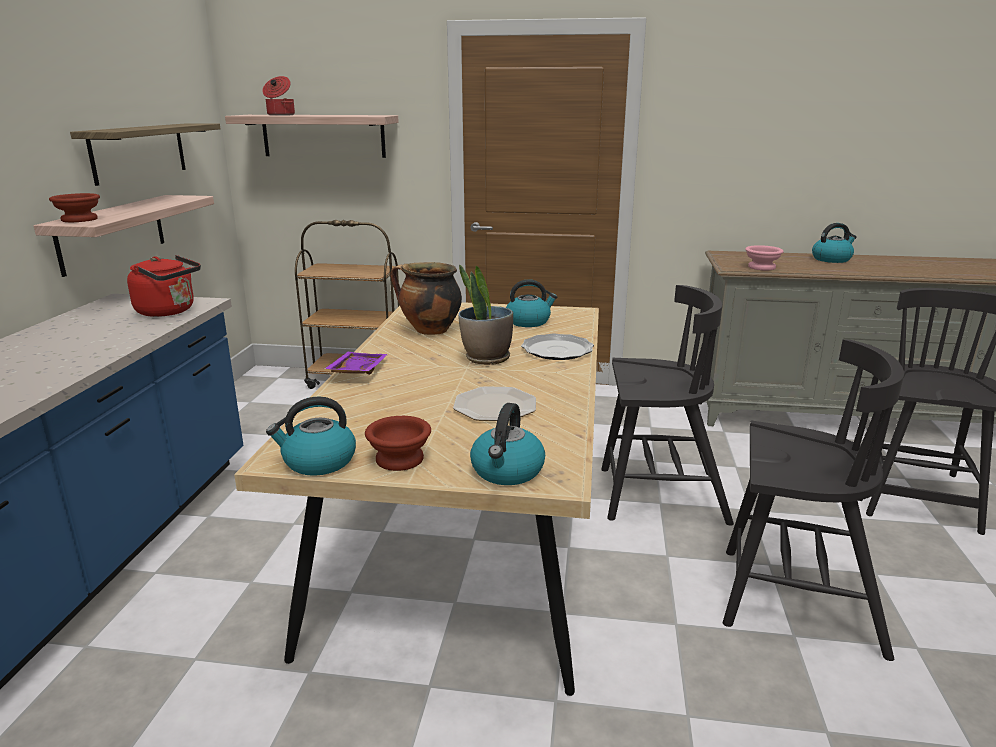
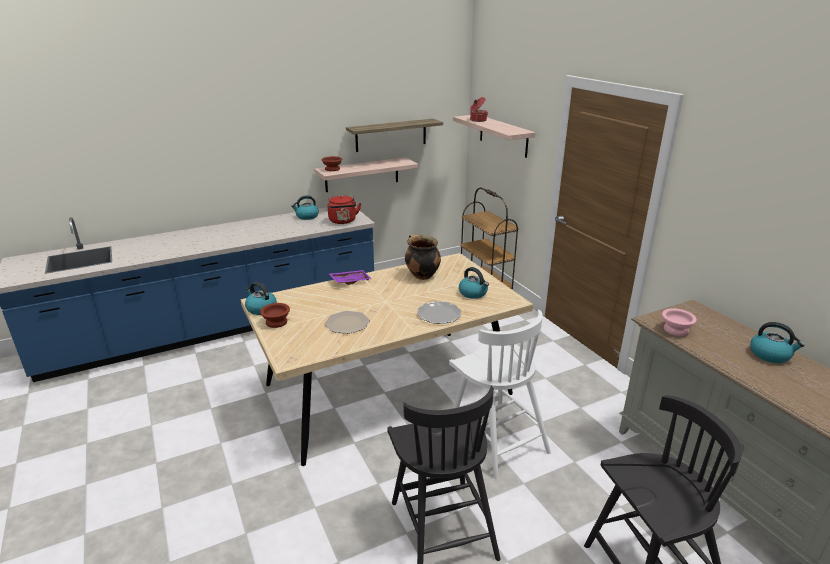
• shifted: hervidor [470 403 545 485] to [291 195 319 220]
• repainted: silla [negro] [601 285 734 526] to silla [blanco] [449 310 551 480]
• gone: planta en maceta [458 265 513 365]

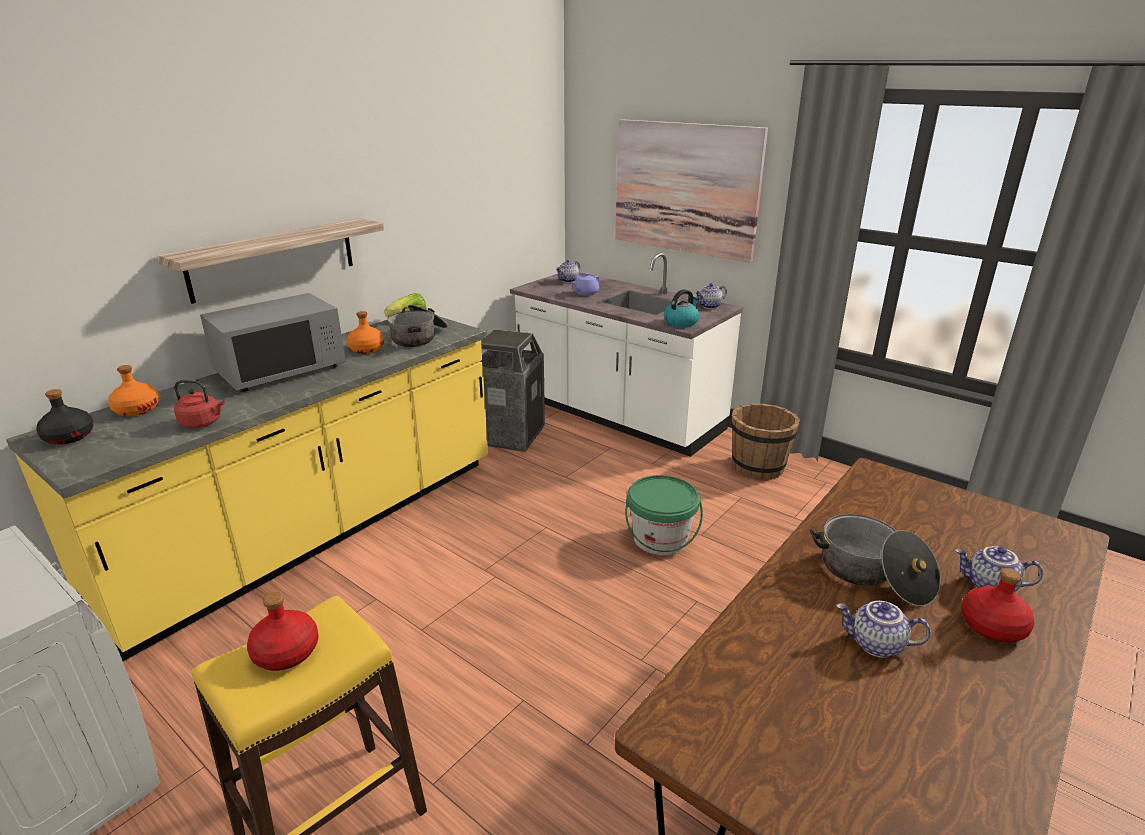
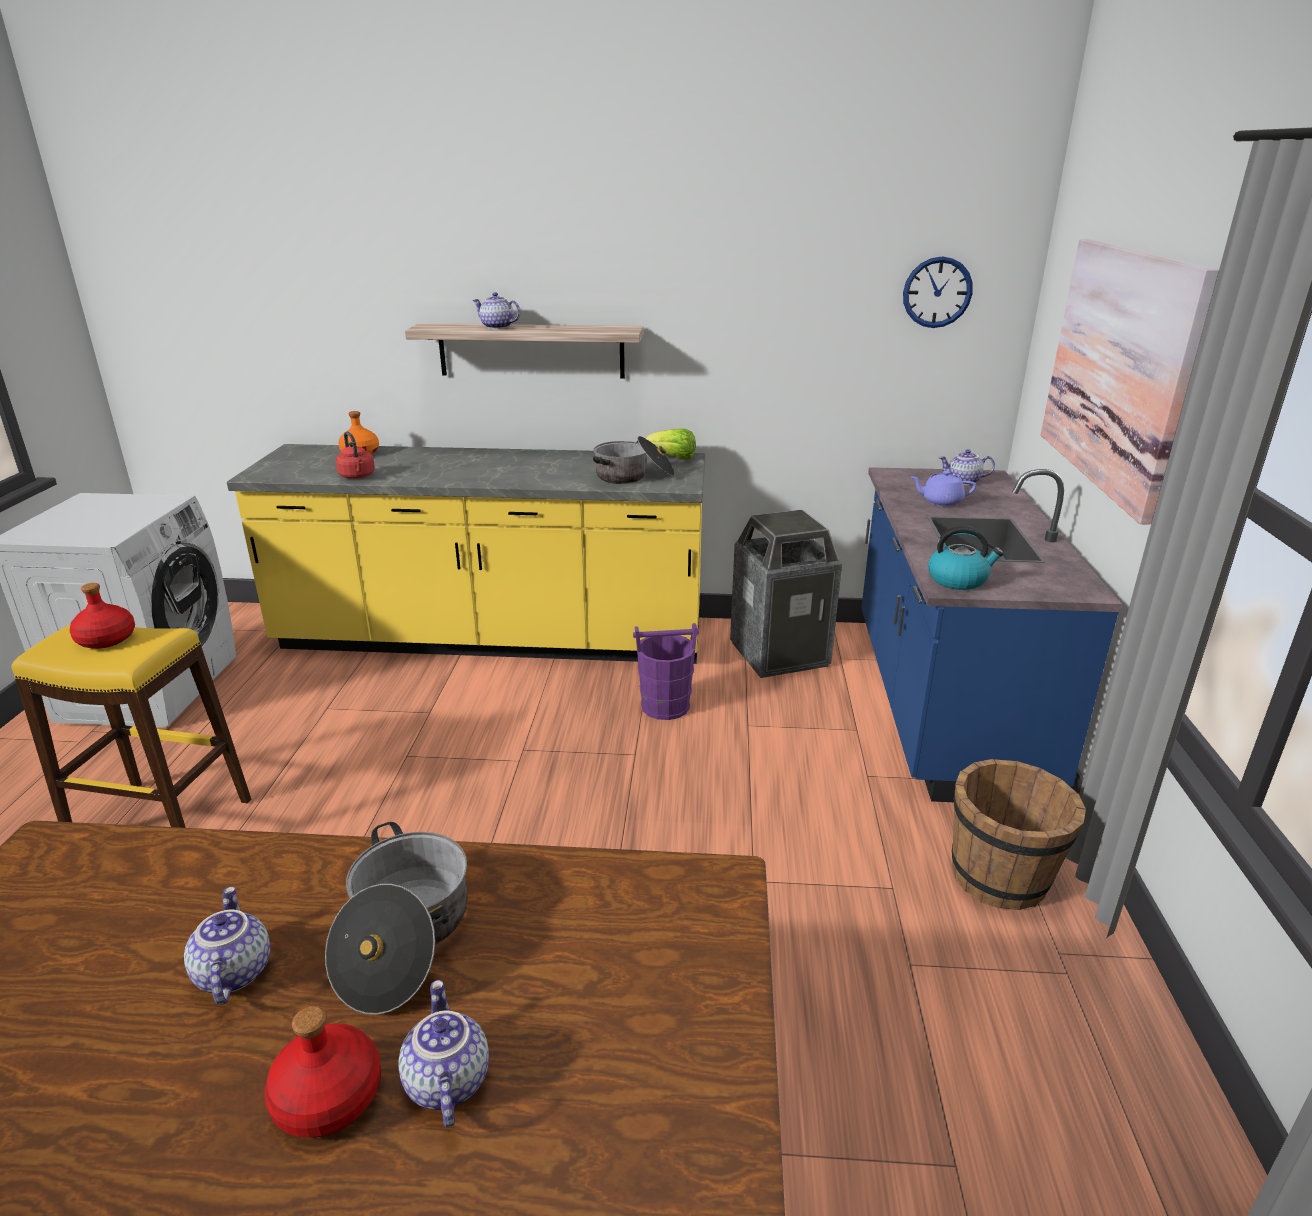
• shifted: tetera [695 283 727 309] to [473 292 520 329]
• new: cubo [morado] [633 623 699 720]
• repainted: mueble bajo de cocina [blanco] [510 253 743 457] to mueble bajo de cocina [azul] [861 467 1122 802]
• new: reloj de pared [903 256 973 328]
• gone: botella [negro] [36 389 94 445]
• gone: microondas [gris] [200 293 346 392]
• gone: botella [naranja] [347 311 384 354]
• gone: cubo [verde] [625 475 703 555]

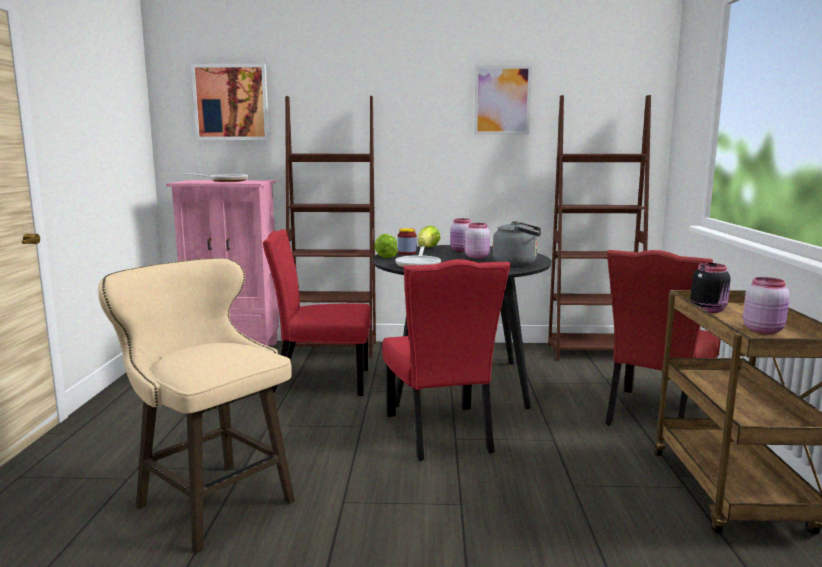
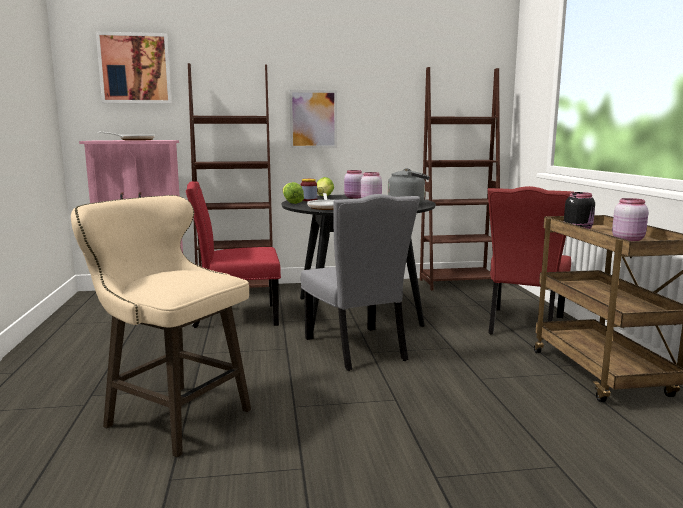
• shifted: cuadro [474 65 532 135] to [289 90 337 148]
• repainted: silla [rojo] [382 259 510 461] to silla [gris] [301 194 420 371]

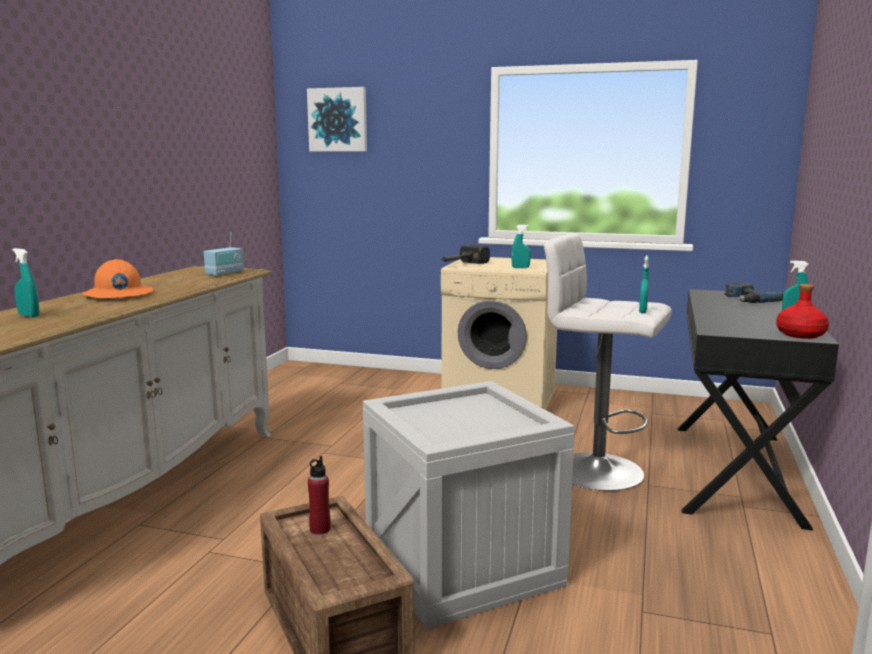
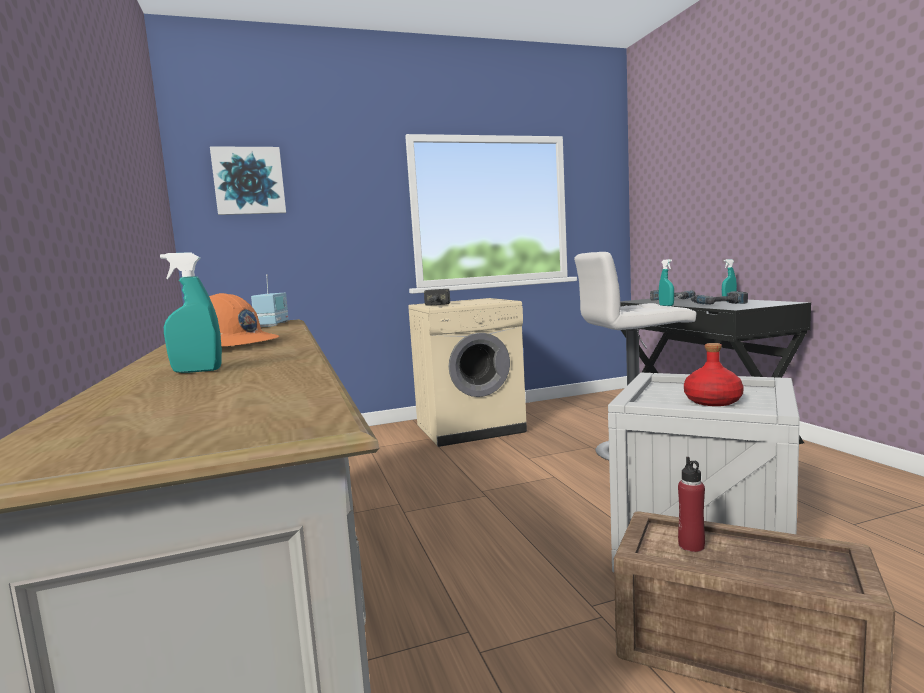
• shifted: botella [rojo] [776 284 829 339] to [684 343 744 406]
• new: taladro [691 291 748 305]
• gone: pulverizador [turquesa] [511 225 531 268]

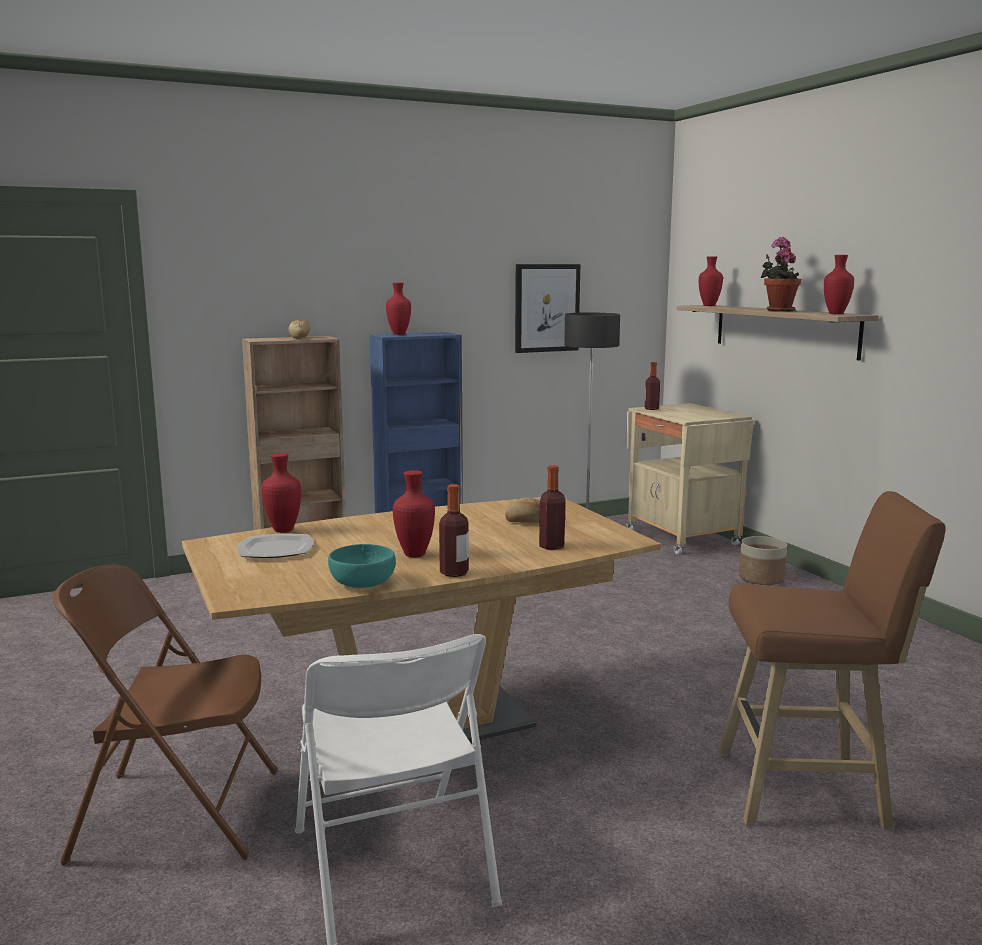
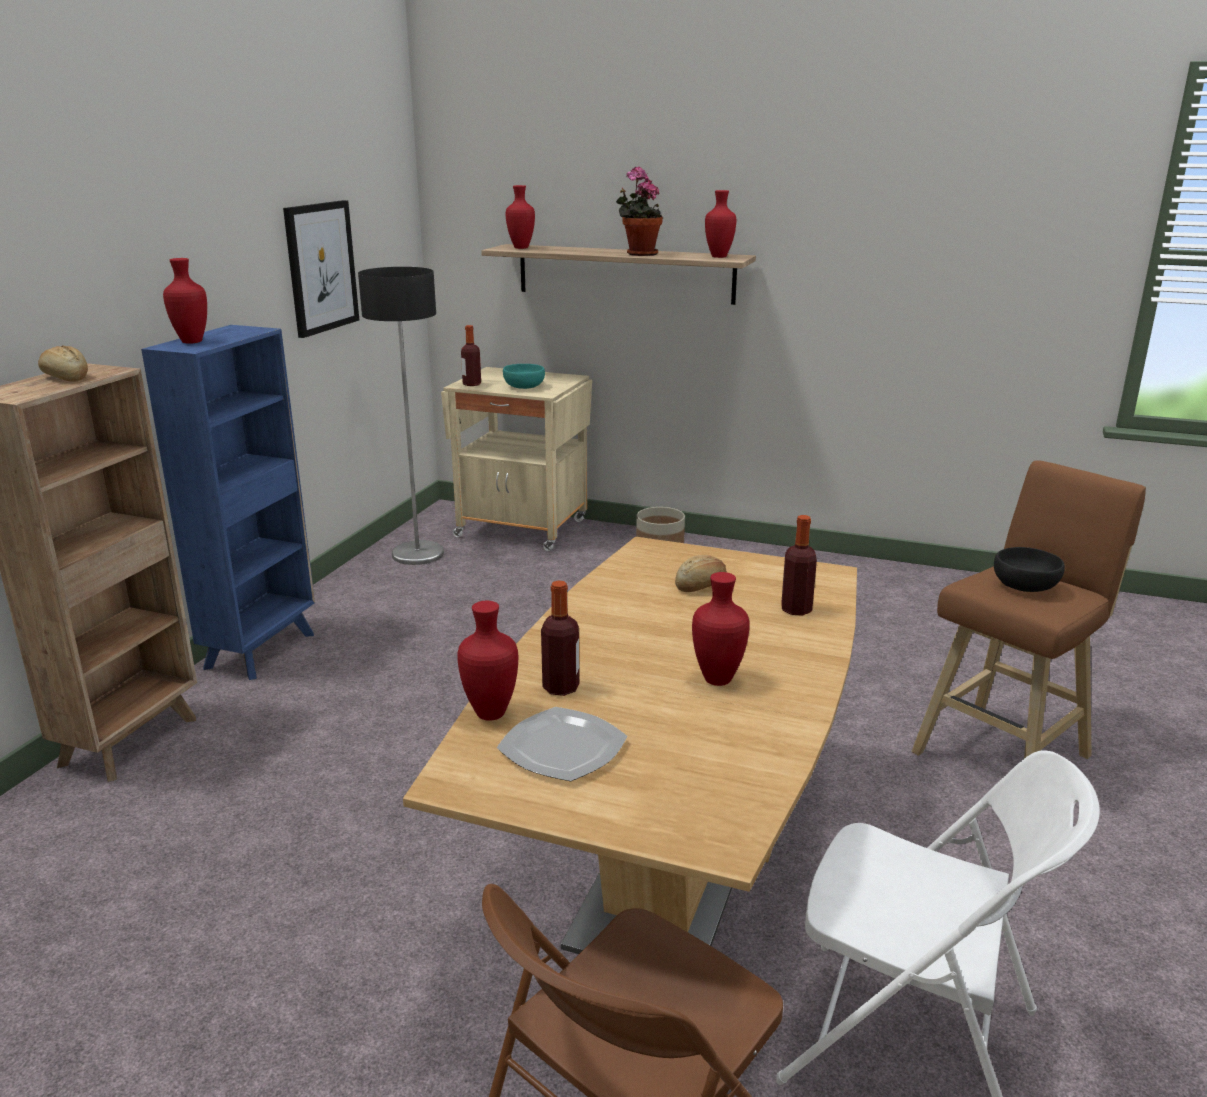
• shifted: cuenco [turquesa] [328 544 396 588] to [503 364 545 389]
• shifted: botella [439 484 469 577] to [541 581 579 696]
• new: cuenco [negro] [994 547 1065 592]

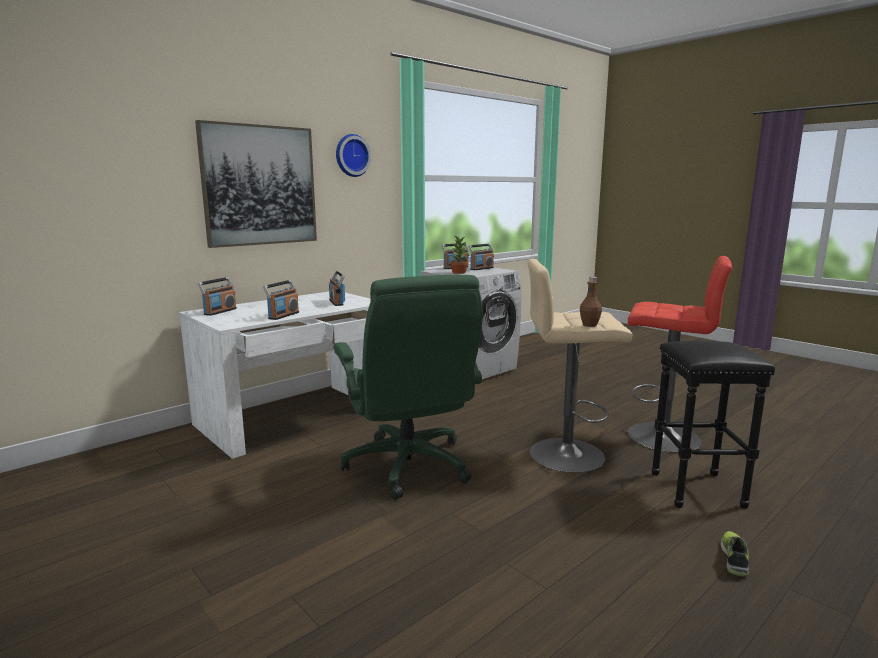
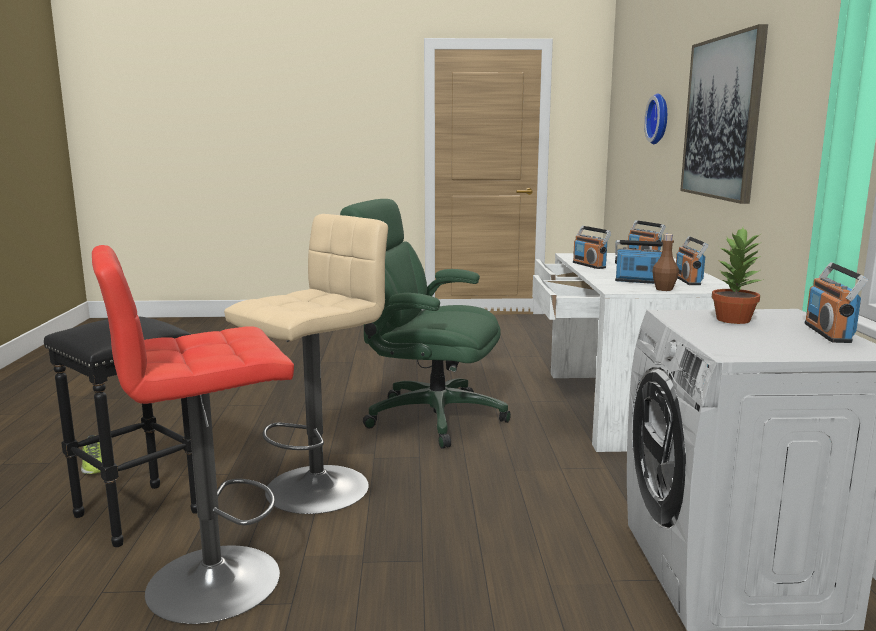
• shifted: reloj de pared [336 134 371 177] to [644 93 667 144]
• shifted: botella [marrón] [580 277 602 327] to [652 234 679 291]
• shifted: radio [469 244 494 270] to [676 236 709 285]

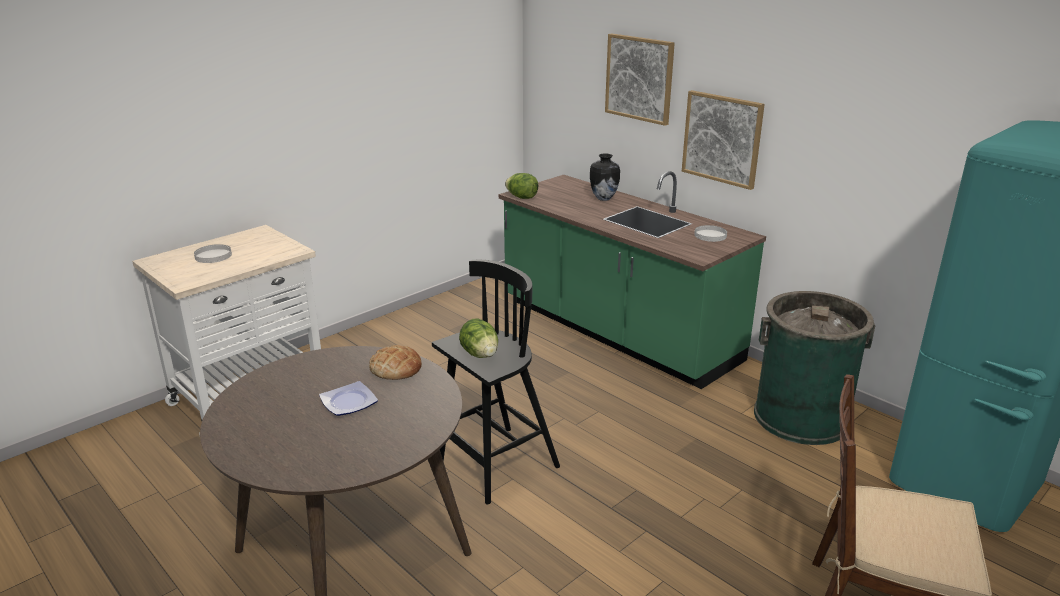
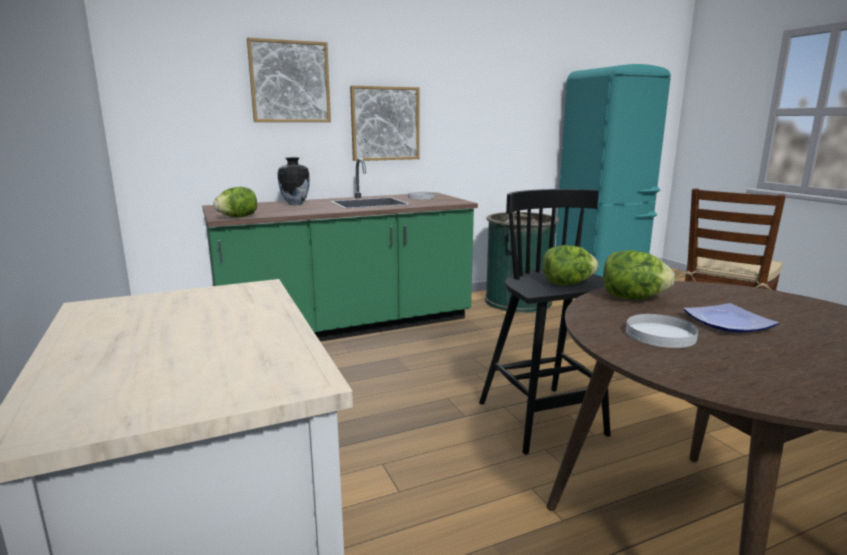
• swapped: pan [369 345 422 380] to lechuga [603 250 675 299]
• shifted: plato [blanco] [194 244 232 263] to [626 314 698 348]

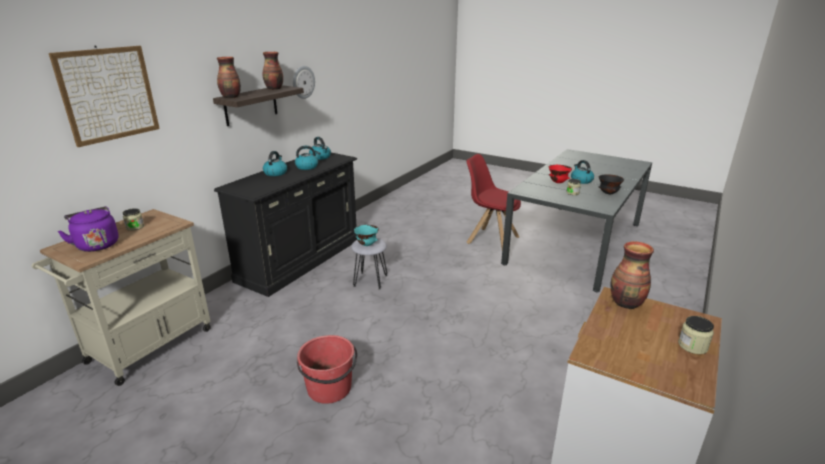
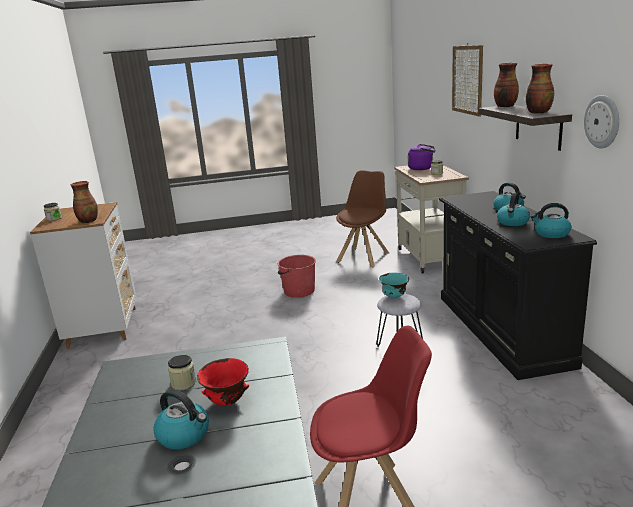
• new: silla [marrón] [336 170 389 267]
• gone: cuenco [negro] [598 175 624 194]

